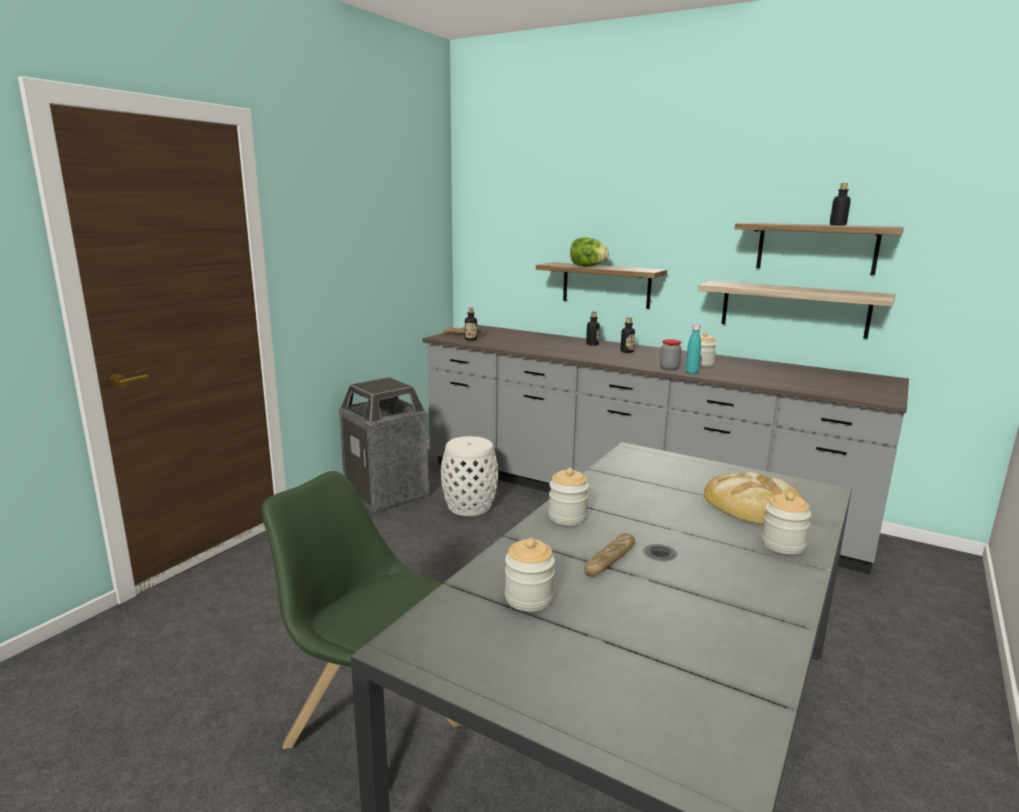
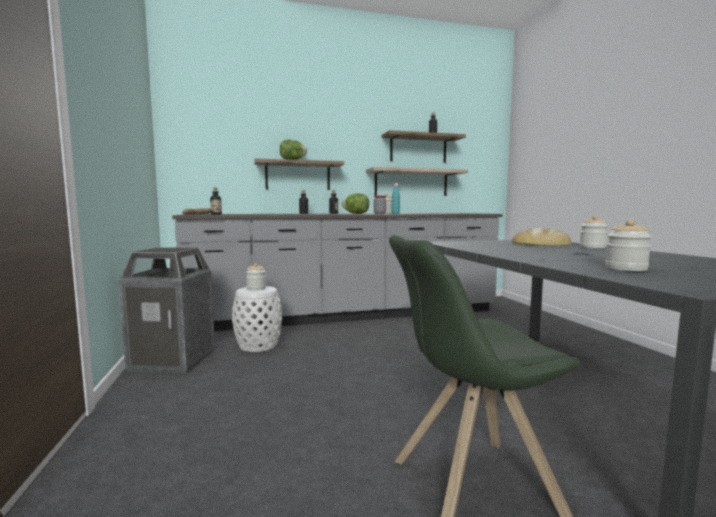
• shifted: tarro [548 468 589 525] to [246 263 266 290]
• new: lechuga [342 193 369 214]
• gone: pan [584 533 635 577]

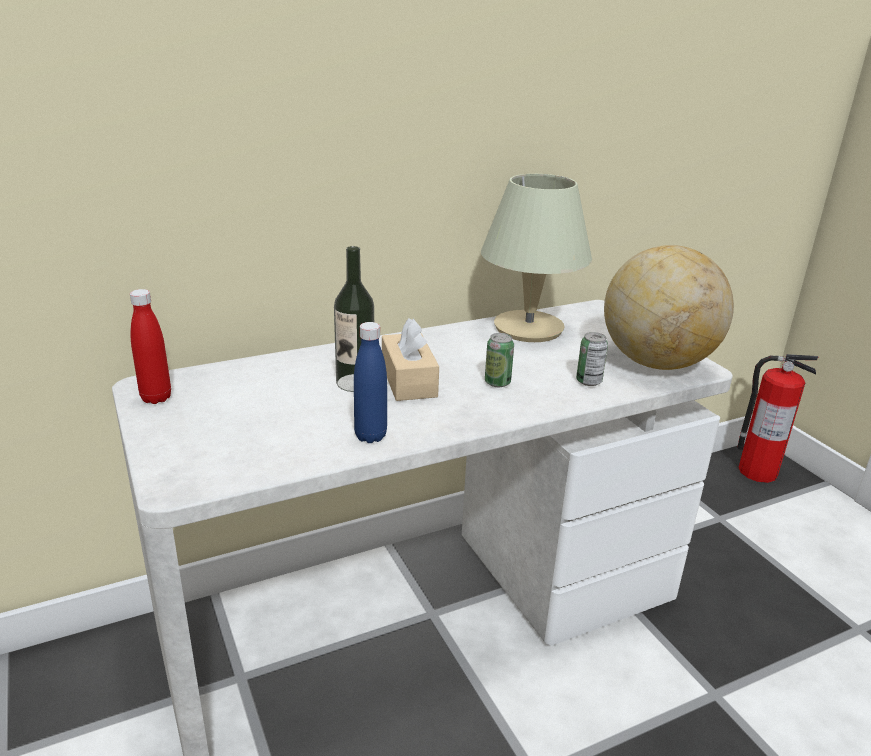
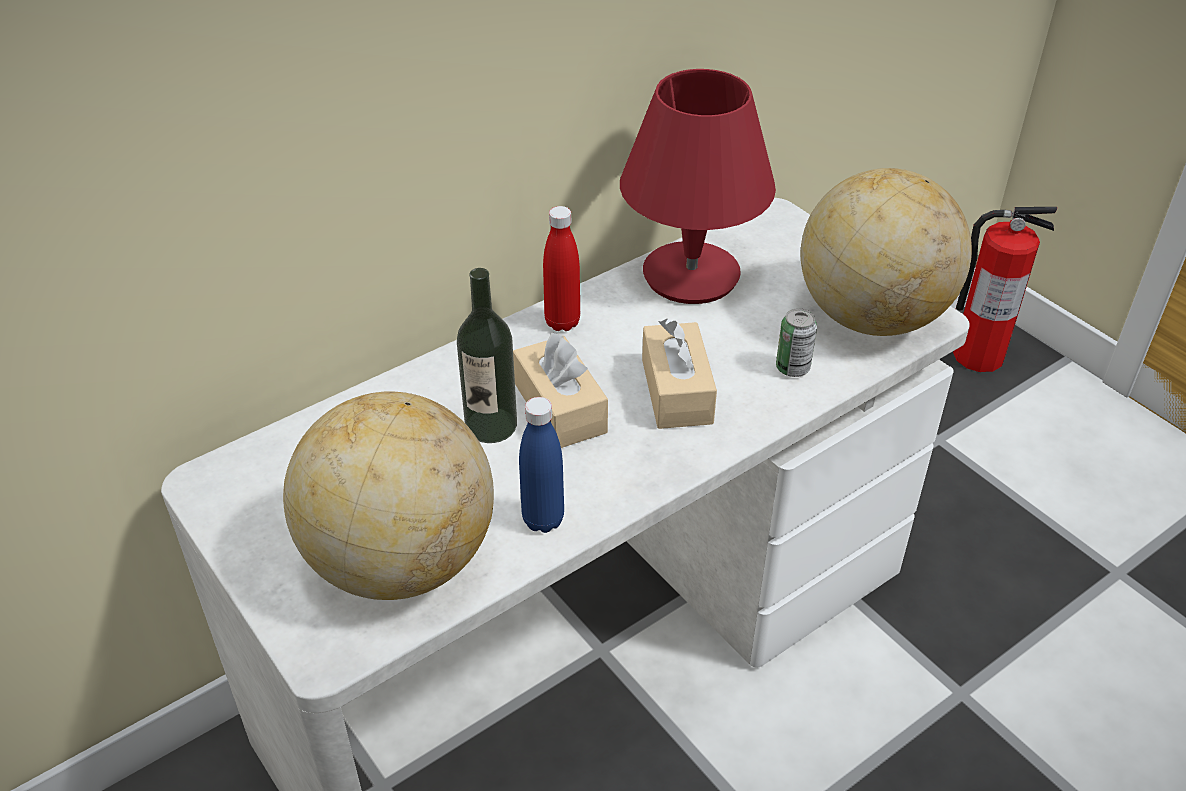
• new: globo terráqueo [283 391 494 600]
• shifted: botella [rojo] [130 289 171 404] to [543 206 580 331]
• repainted: lámpara de mesa [beis] [481 174 592 342] to lámpara de mesa [rojo] [620 69 776 304]
• swapped: lata [485 333 514 387] to caja de pañuelos [beis] [642 319 717 429]

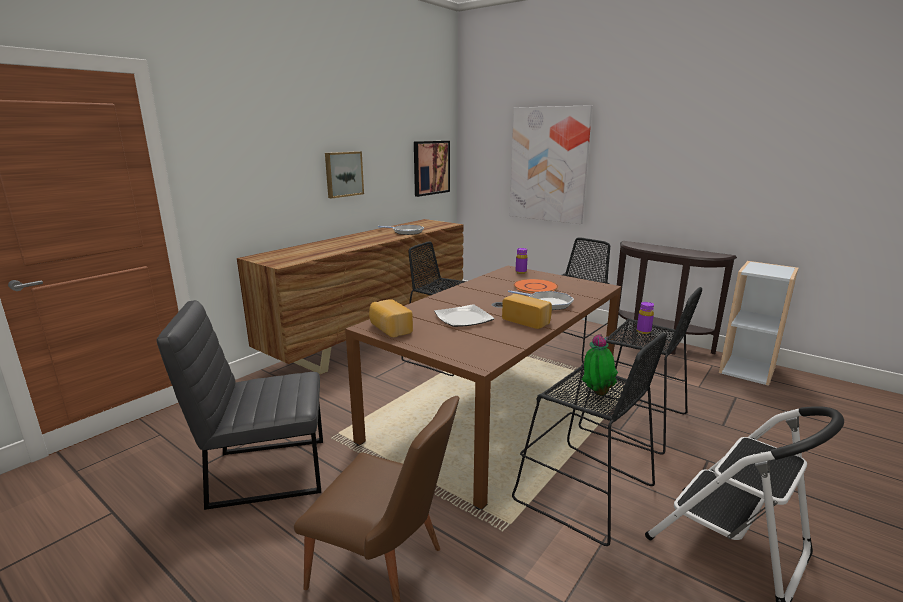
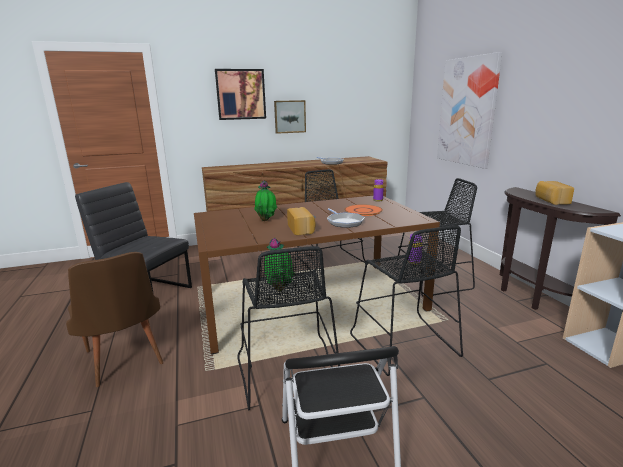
• shifted: cuadro [414 141 450 197] to [215 69 266 120]
• swapped: plato [434 304 495 327] to planta en maceta [254 180 277 221]
• shifted: pan [369 299 413 338] to [535 181 574 205]

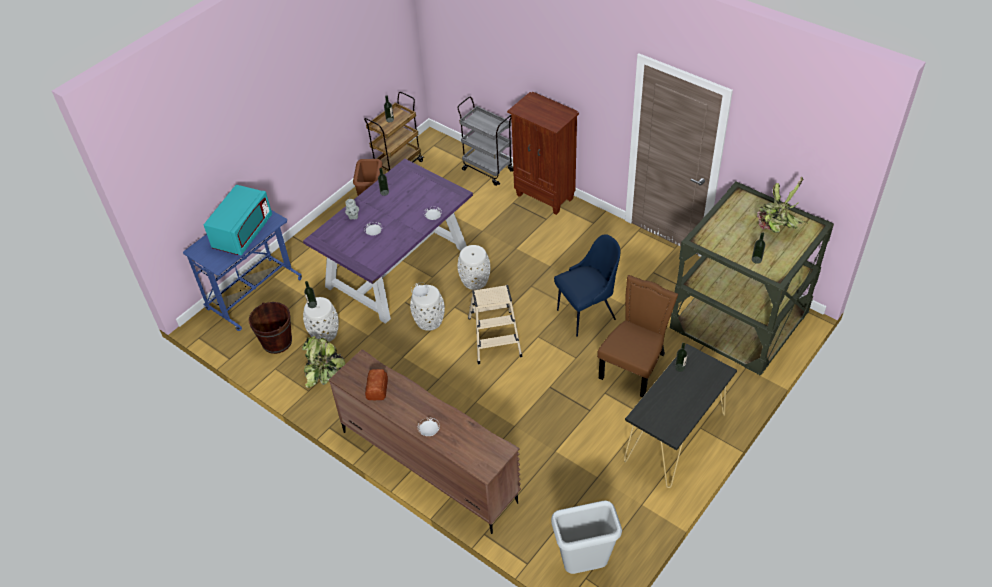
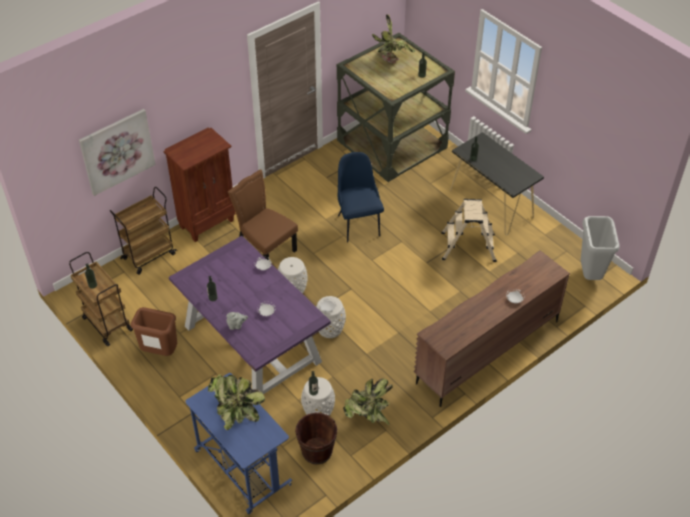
• new: cuadro [79 109 156 196]
• repainted: carrito [gris] [458 97 513 186] to carrito [marrón] [110 187 177 275]
• swapped: microondas [turquesa] [204 185 272 255] to planta en maceta [208 374 265 430]
• shifted: silla [marrón] [597 275 678 397] to [228 169 298 261]
• shifted: escalera de tijera [beis] [468 285 522 364] to [441 199 497 262]
• gone: pan [365 369 388 400]

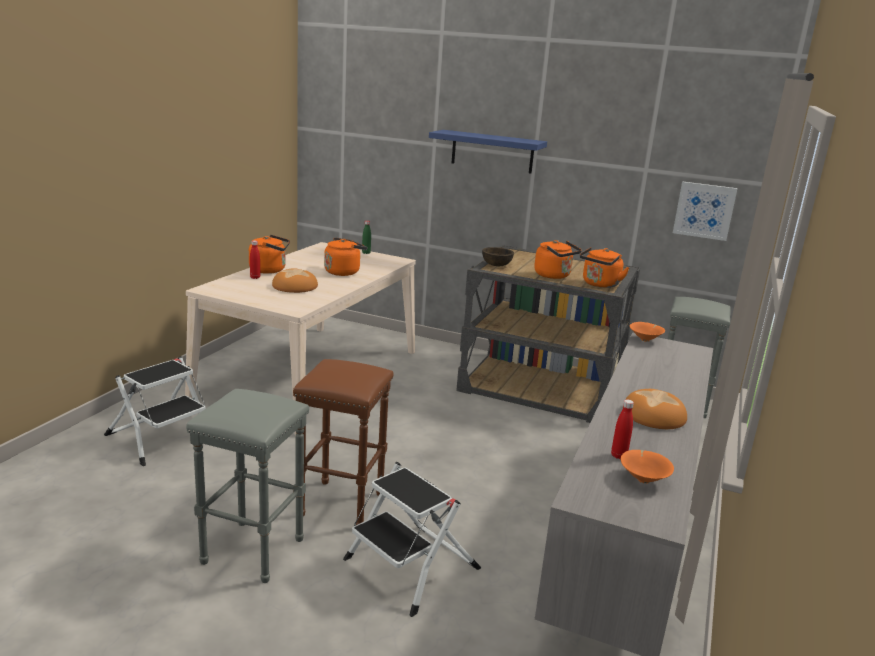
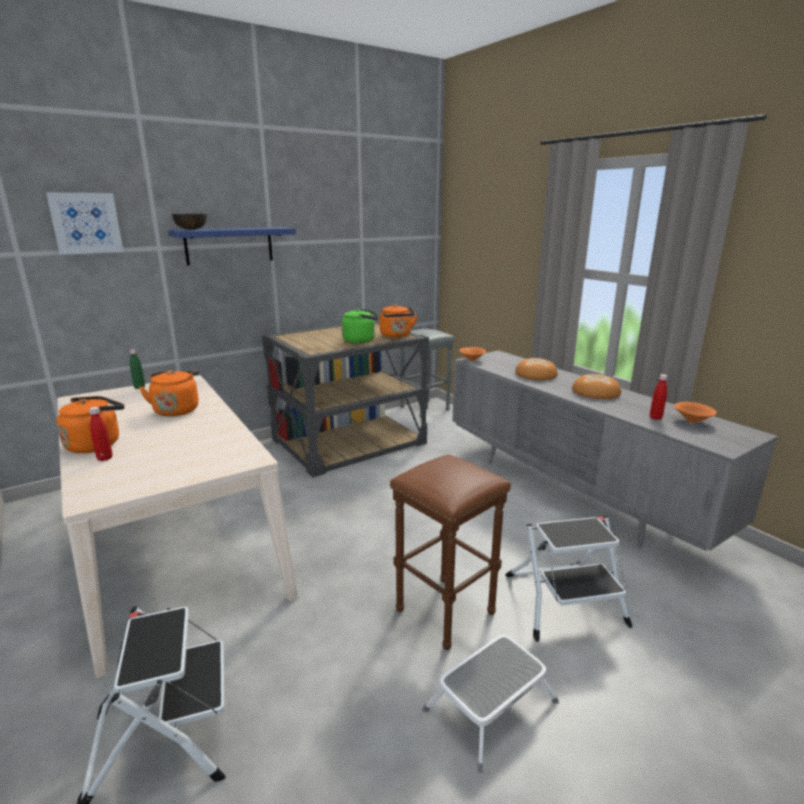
• shifted: cuadro [673 181 738 241] to [46 192 124 254]
• shifted: cuenco [marrón] [482 247 514 266] to [172 214 207 230]
• repainted: hervidor [naranja] [534 240 582 279] to hervidor [verde] [341 308 378 343]
• swapped: taburete [gris] [186 389 309 583] to escalera de tijera [gris] [422 635 559 773]
• shifted: pan [272 268 318 293] to [515 358 558 380]

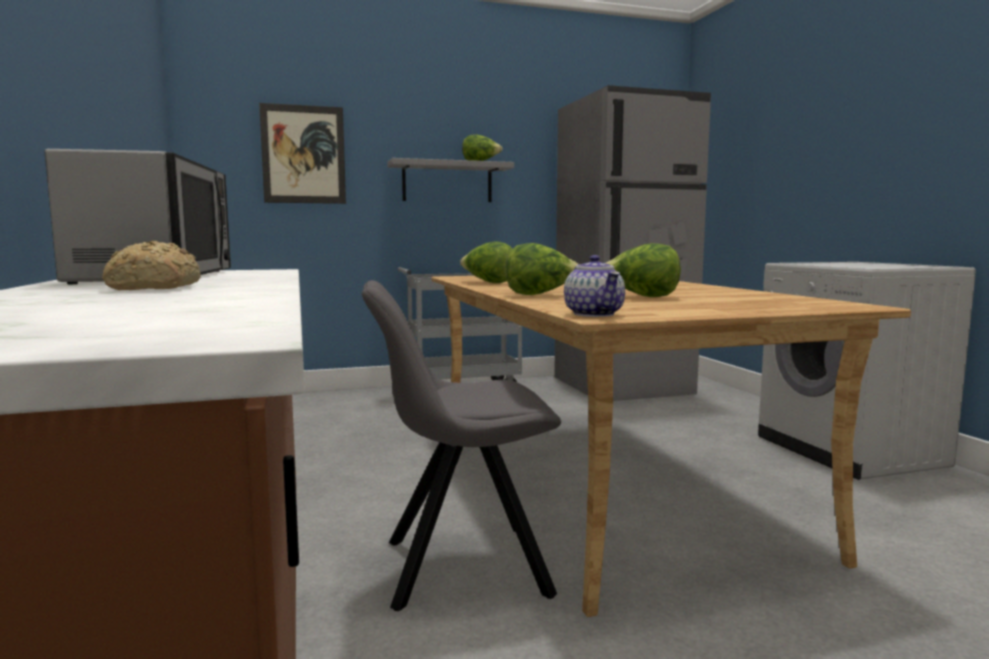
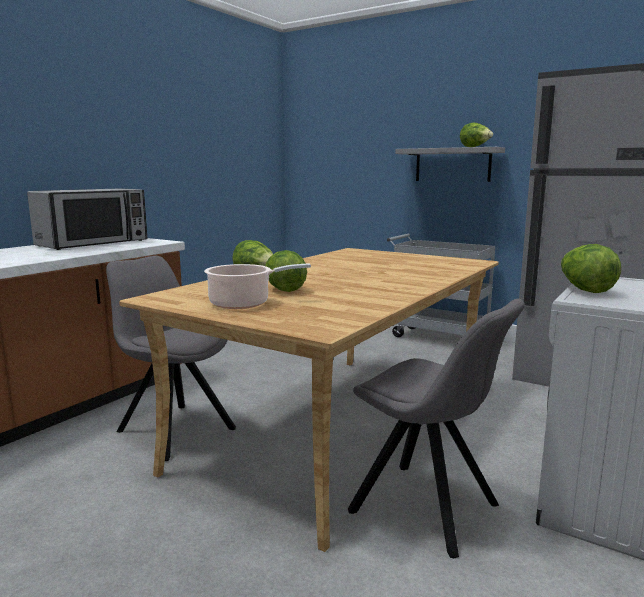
• new: olla [204 264 311 309]
• new: silla [gris] [348 299 525 558]
• shifted: lechuga [460 241 512 283] to [561 244 621 293]
• gone: pan [102 241 201 290]
• gone: cuadro [259 103 346 204]
• gone: tetera [564 255 625 317]

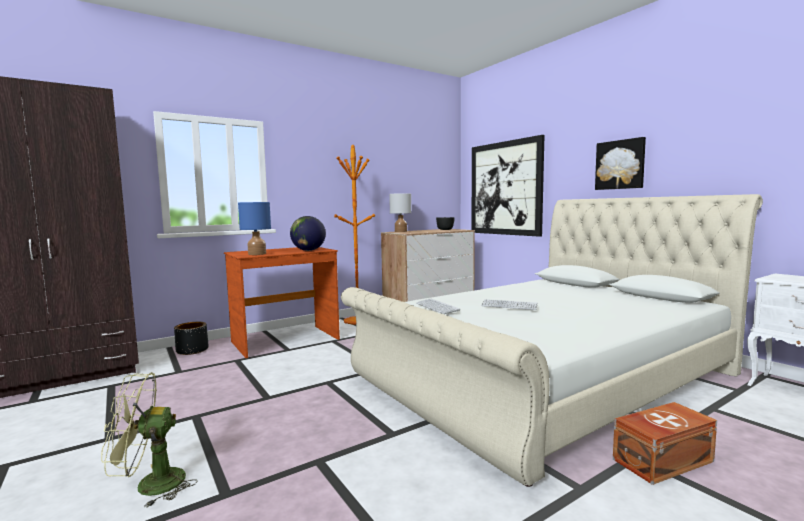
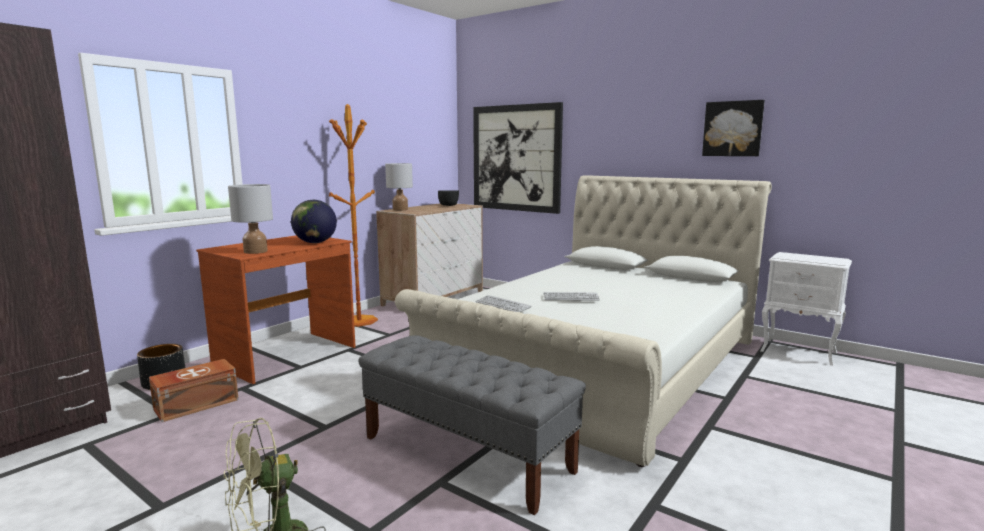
• shifted: caja de almacenaje [marrón] [613 402 717 485] to [149 359 239 422]
• repainted: lámpara de mesa [azul] [238 202 271 255] to lámpara de mesa [gris] [228 184 273 254]
• new: banco [gris] [358 335 586 515]
• shifted: cuadro [595 137 646 190] to [702 100 765 156]

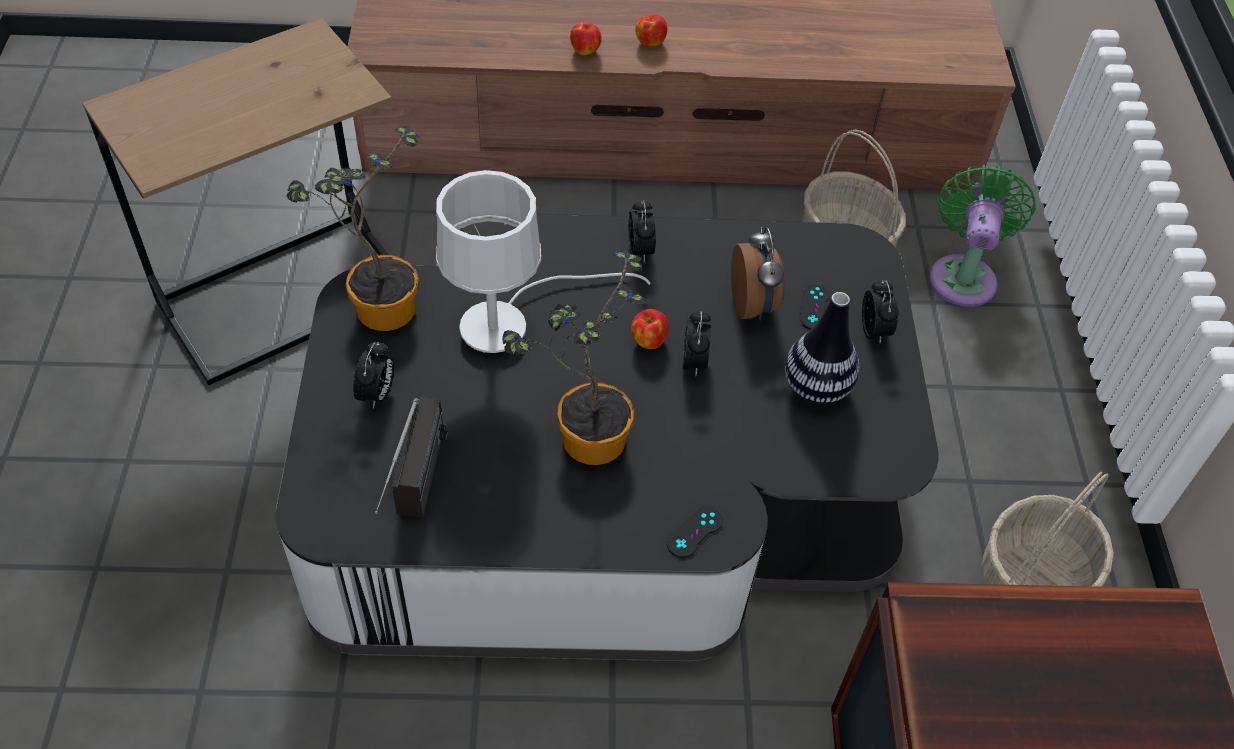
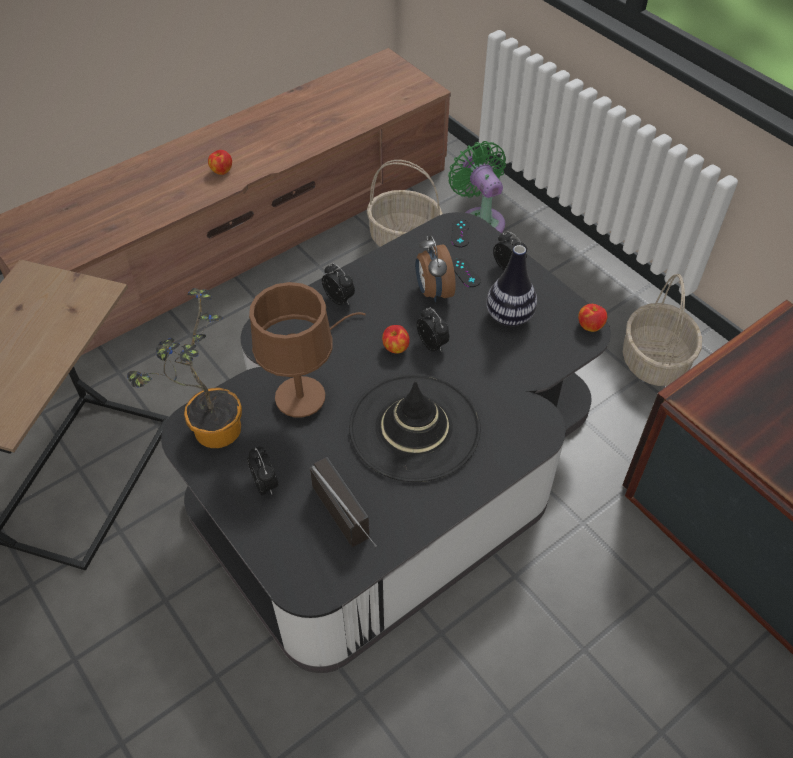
• repainted: lámpara de mesa [blanco] [436 170 651 353] to lámpara de mesa [marrón] [249 282 366 417]
• swapped: planta en maceta [502 249 647 465] to sombrero [negro] [349 374 481 482]
• rotated: despertador [731 227 785 321] = [415 235 456 302] 150 degrees counterclockwise
• shifted: mando de consola [negro] [666 506 723 558] to [451 219 470 247]
• shifted: manzana [570 22 602 55] to [578 304 607 332]

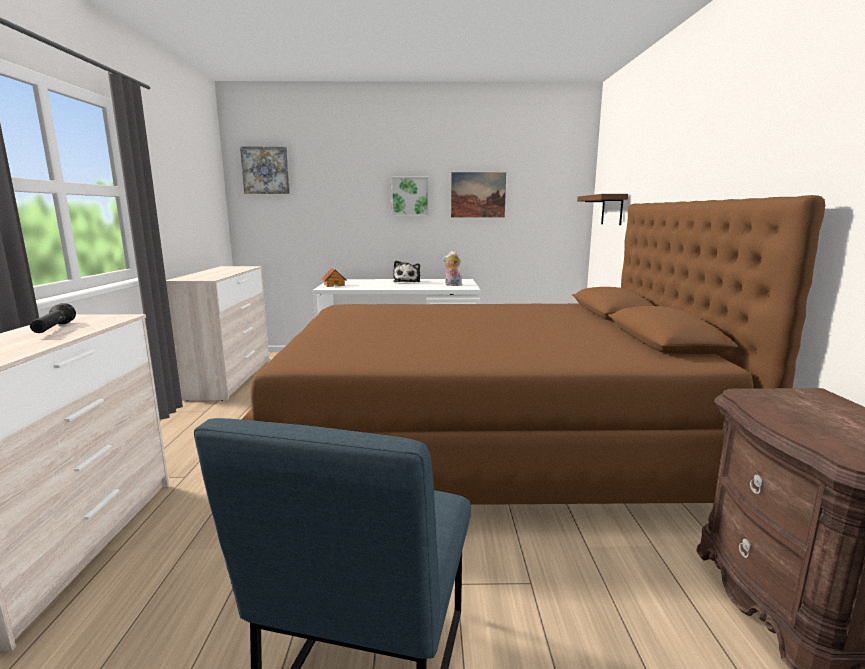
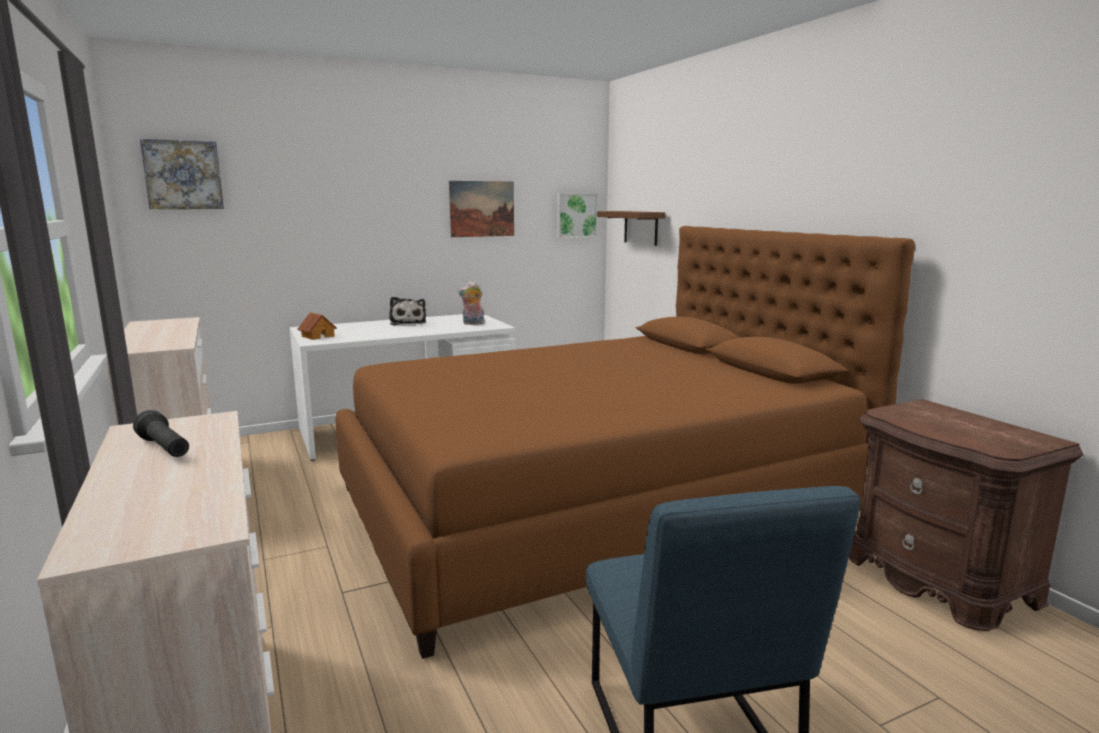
• shifted: cuadro [391 177 429 216] to [557 193 598 239]

